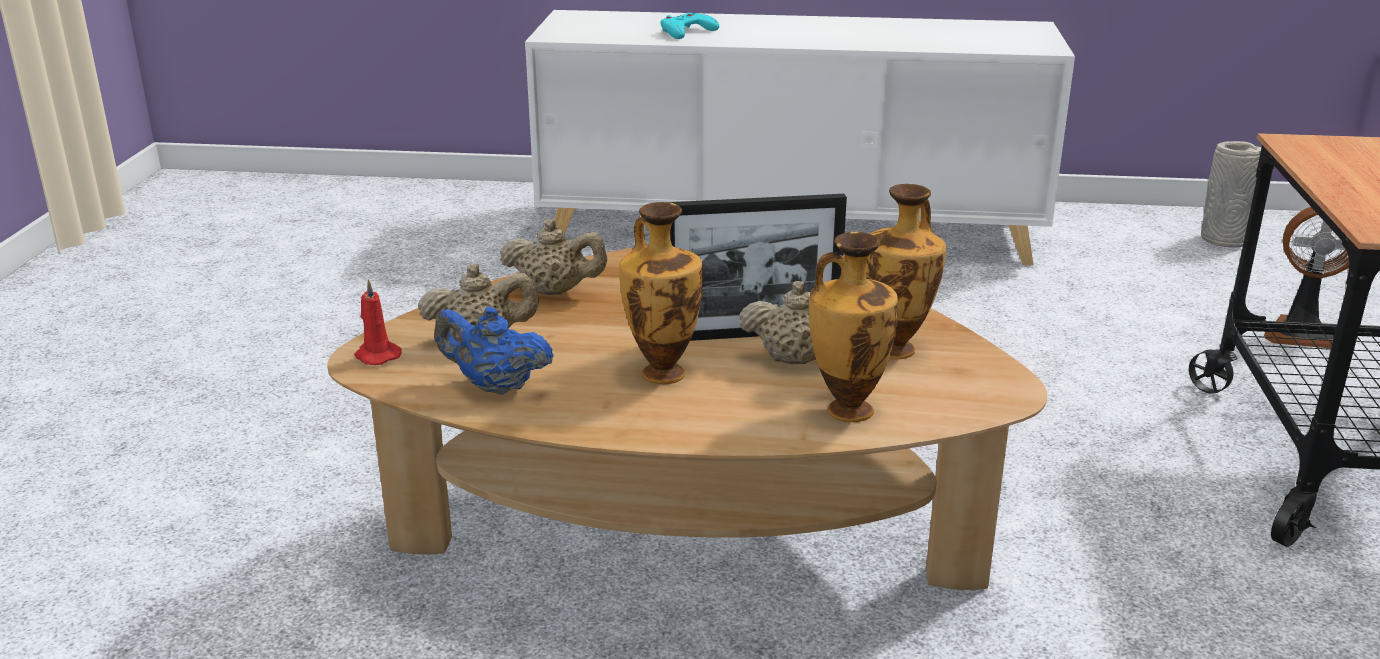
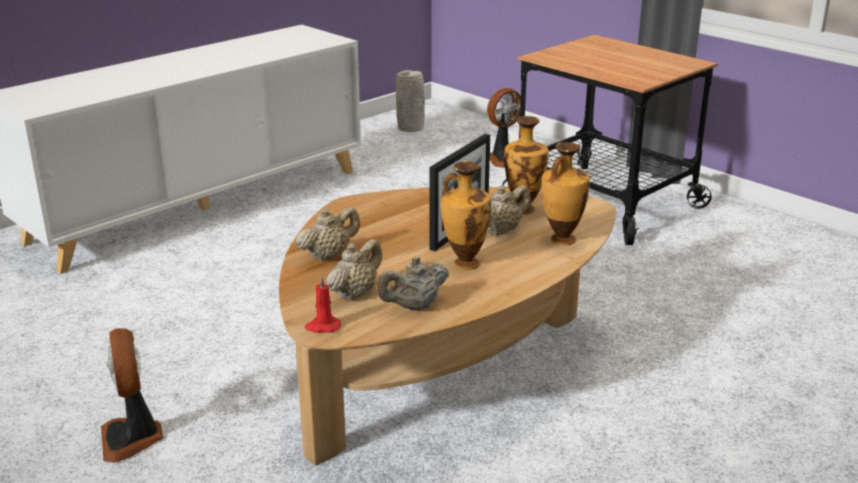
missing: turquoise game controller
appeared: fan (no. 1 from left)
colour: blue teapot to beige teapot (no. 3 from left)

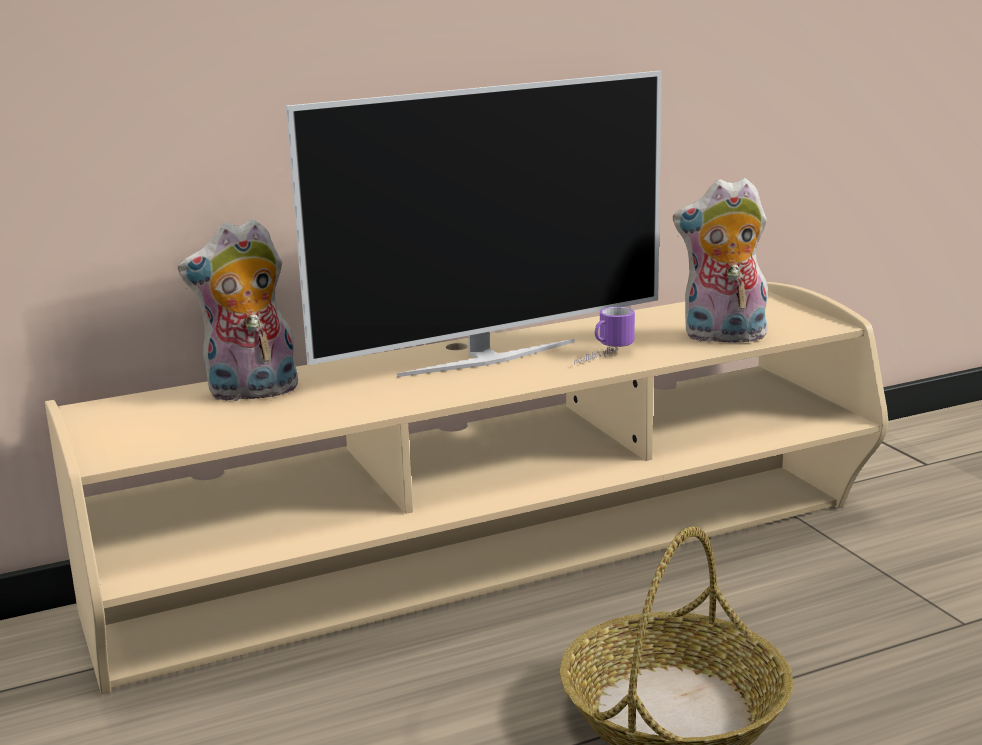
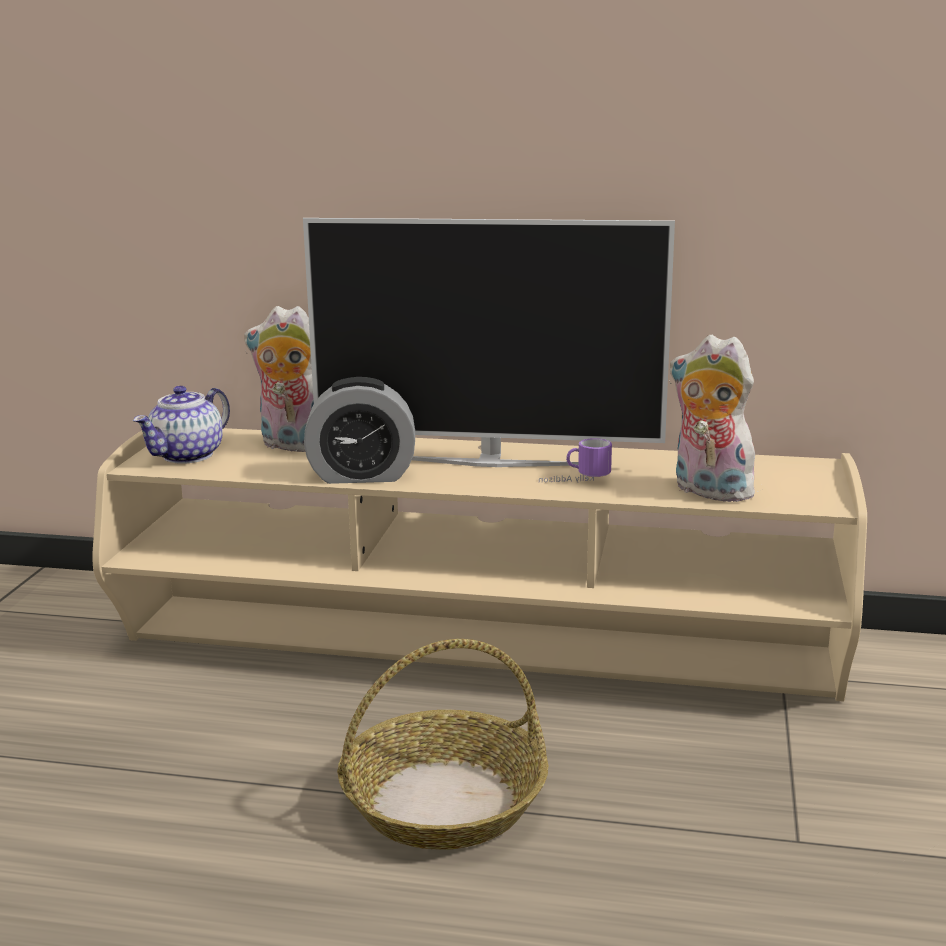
appeared: alarm clock; teapot

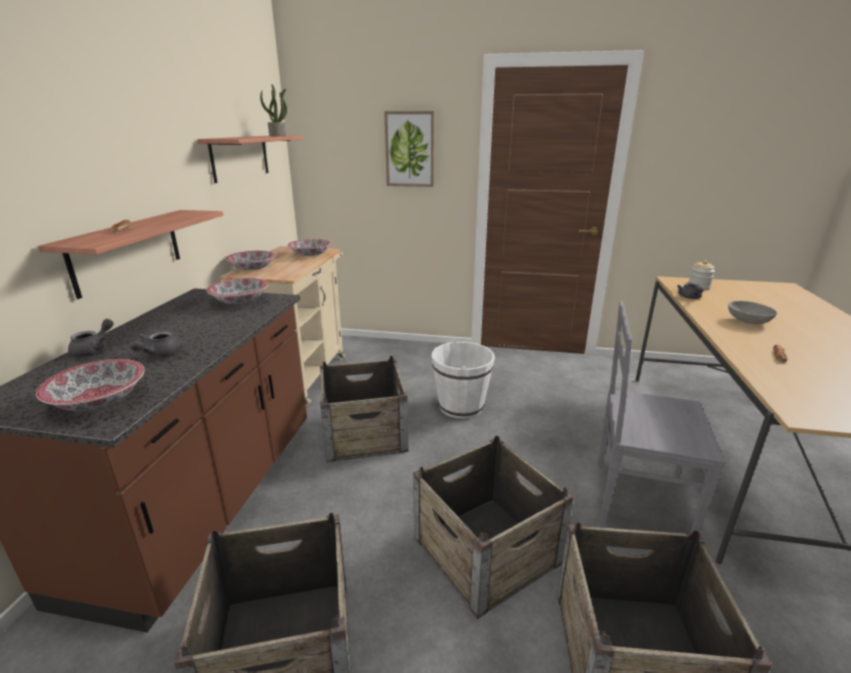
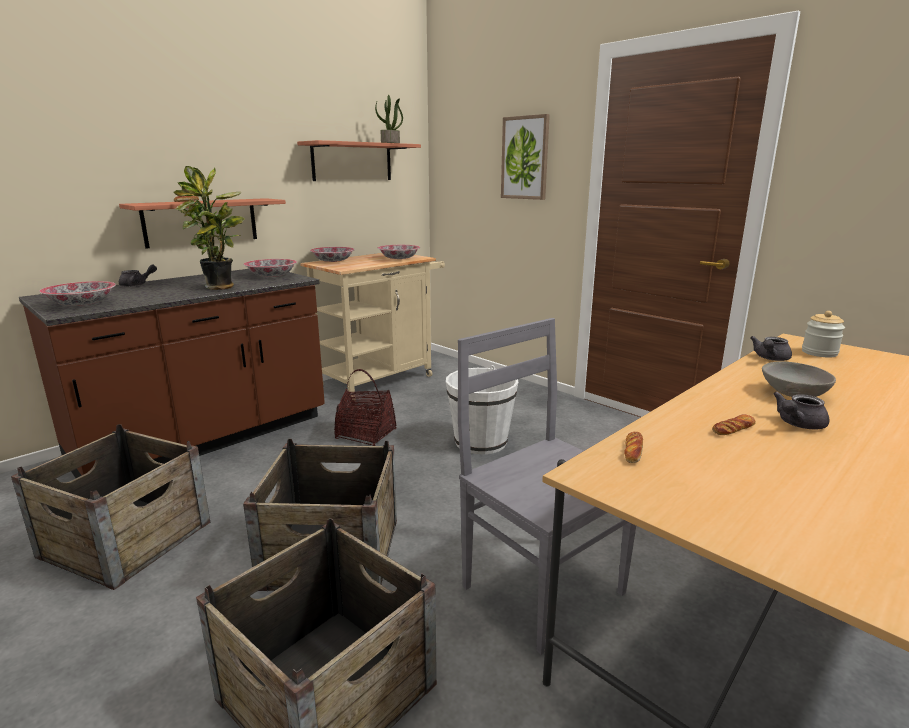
appeared: potted plant (no. 1 from left); bread (no. 2 from left)
relocated: grey teapot (no. 2 from left in the first image) to grey teapot (no. 3 from left)
exchanged: crate (no. 2 from left) to basket

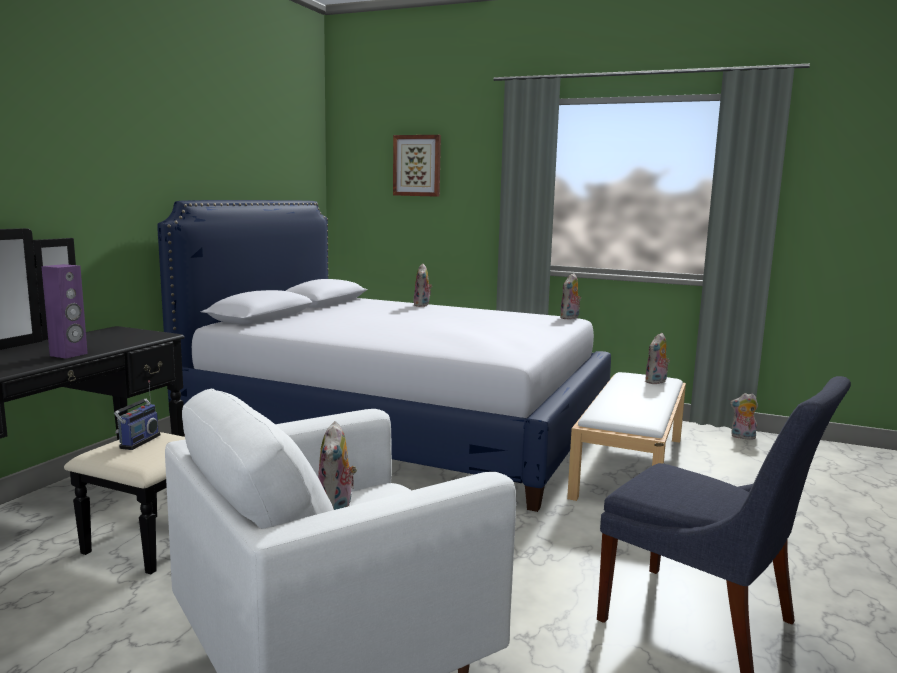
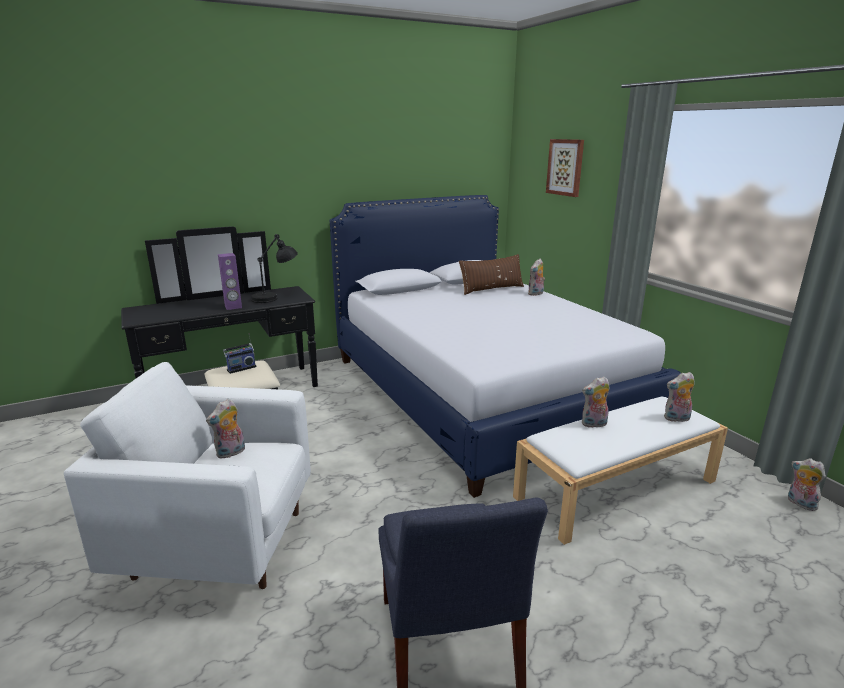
appeared: black table lamp; brown pillow
relocated: plush toy (no. 3 from left)

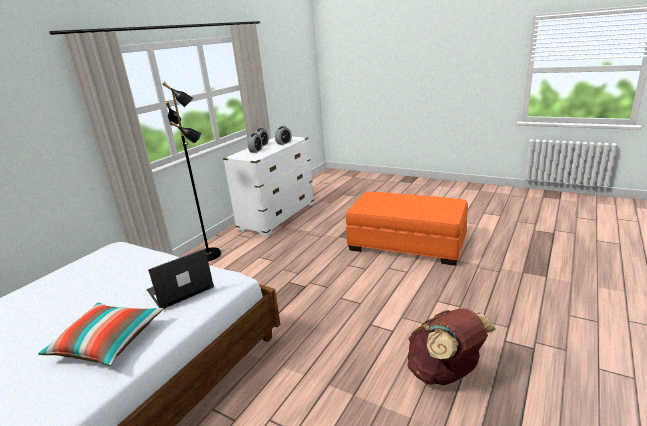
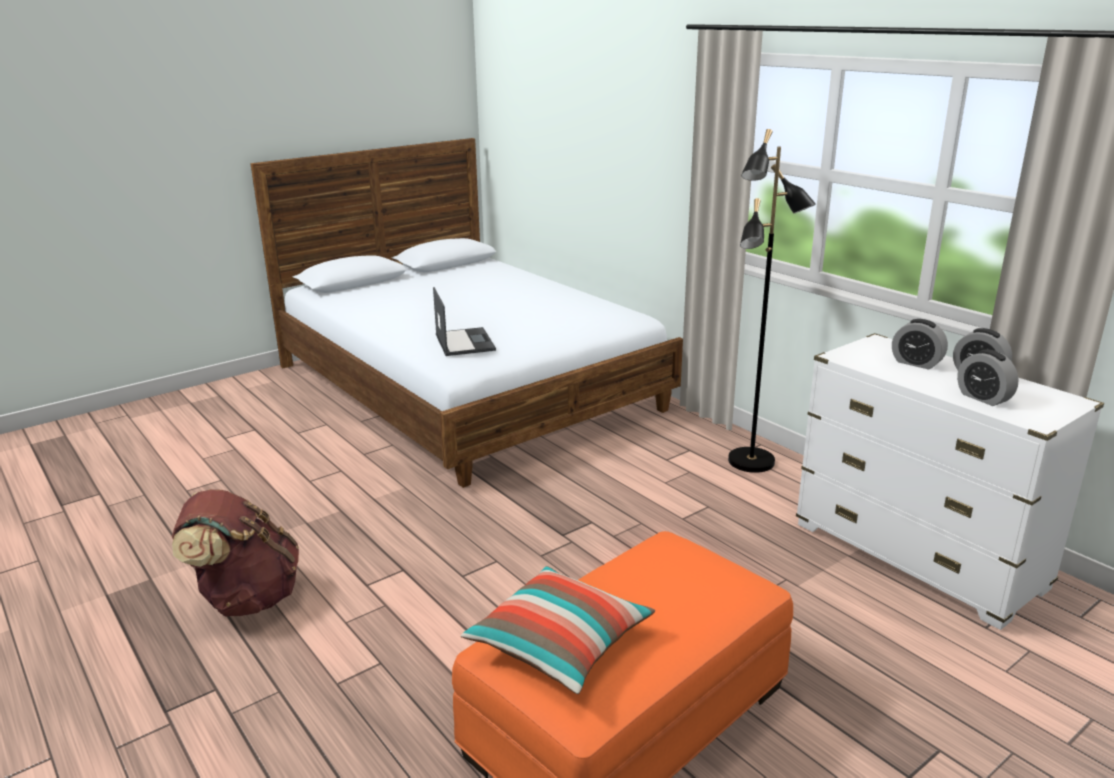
relocated: pillow

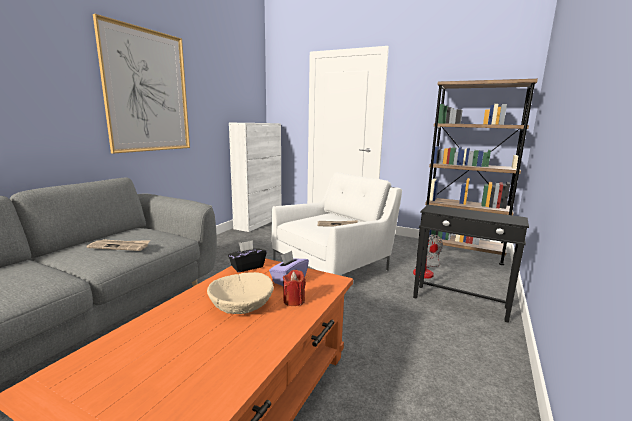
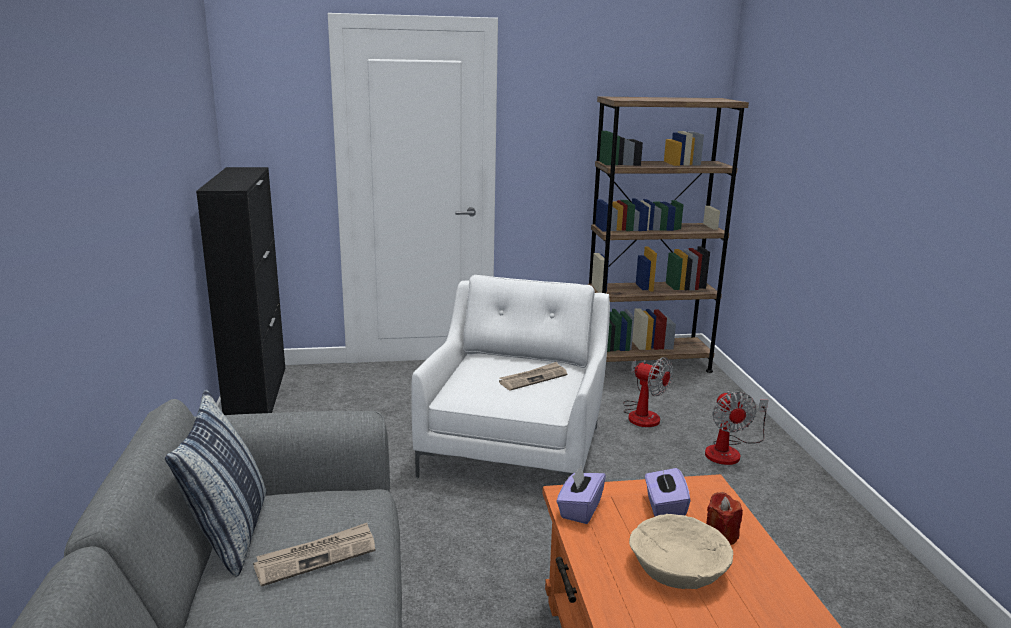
missing: picture
appeared: pillow
exchanged: black side table to fan (no. 2 from left)
colour: white cabinet to black cabinet; black tissue box to purple tissue box (no. 1 from left)

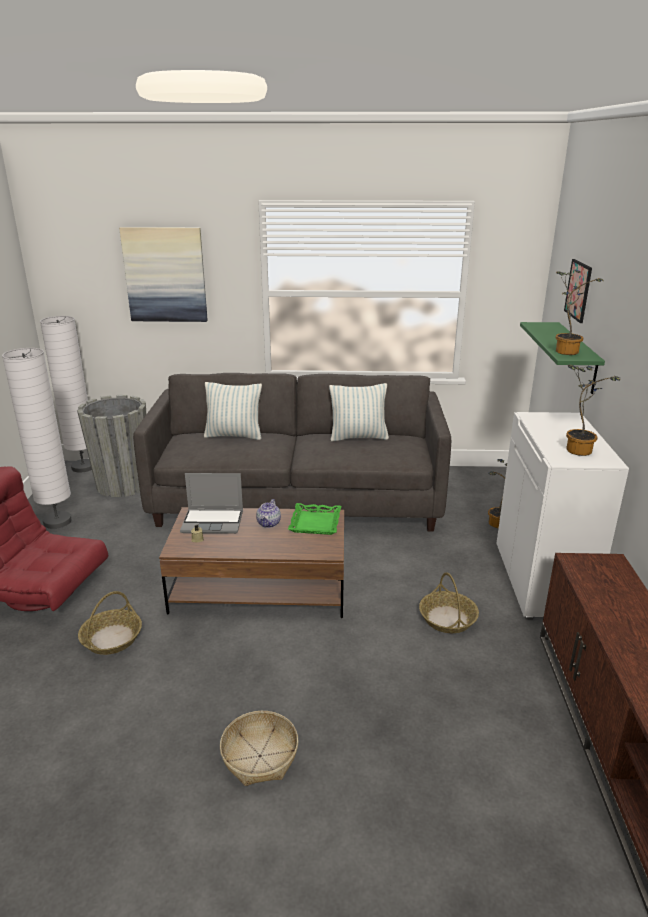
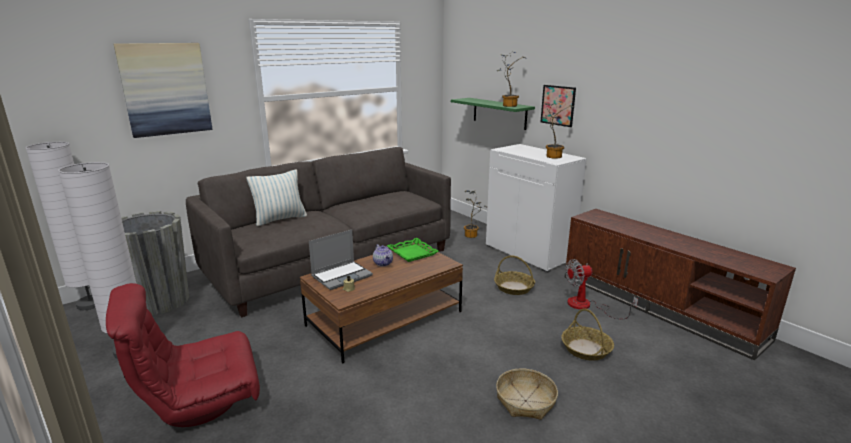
missing: pillow (no. 2 from left)
appeared: fan
relocated: picture (no. 2 from left); basket (no. 1 from left in the first image) to basket (no. 3 from left)

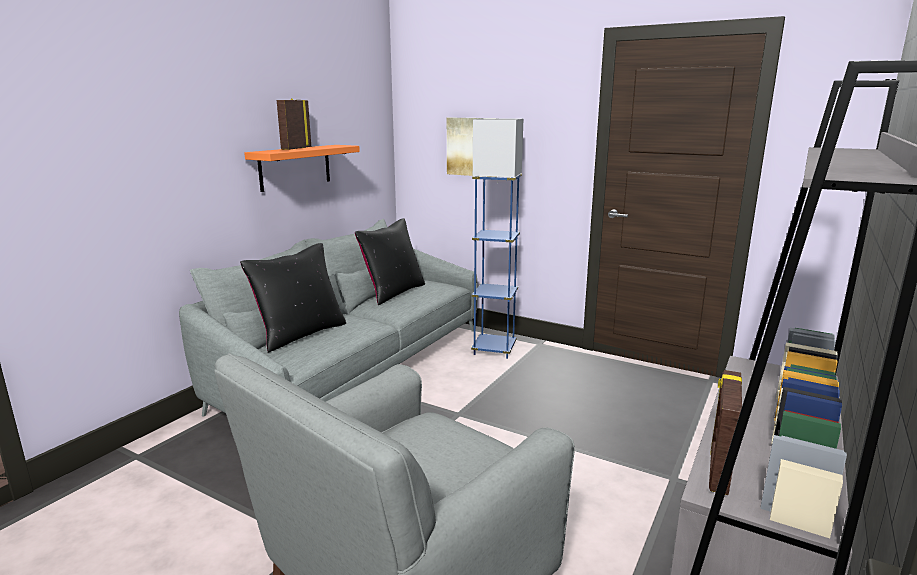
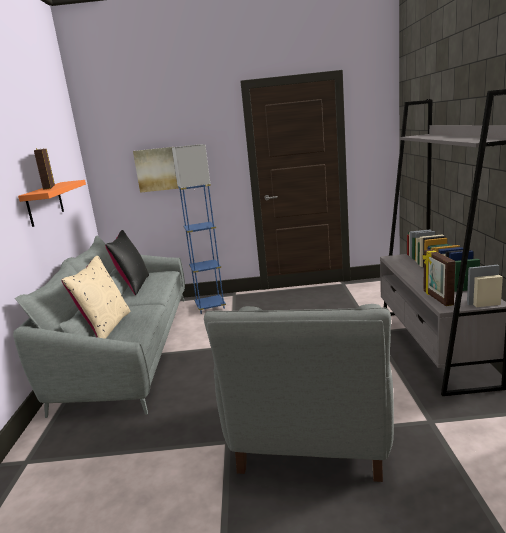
colour: black pillow (no. 1 from left) to beige pillow

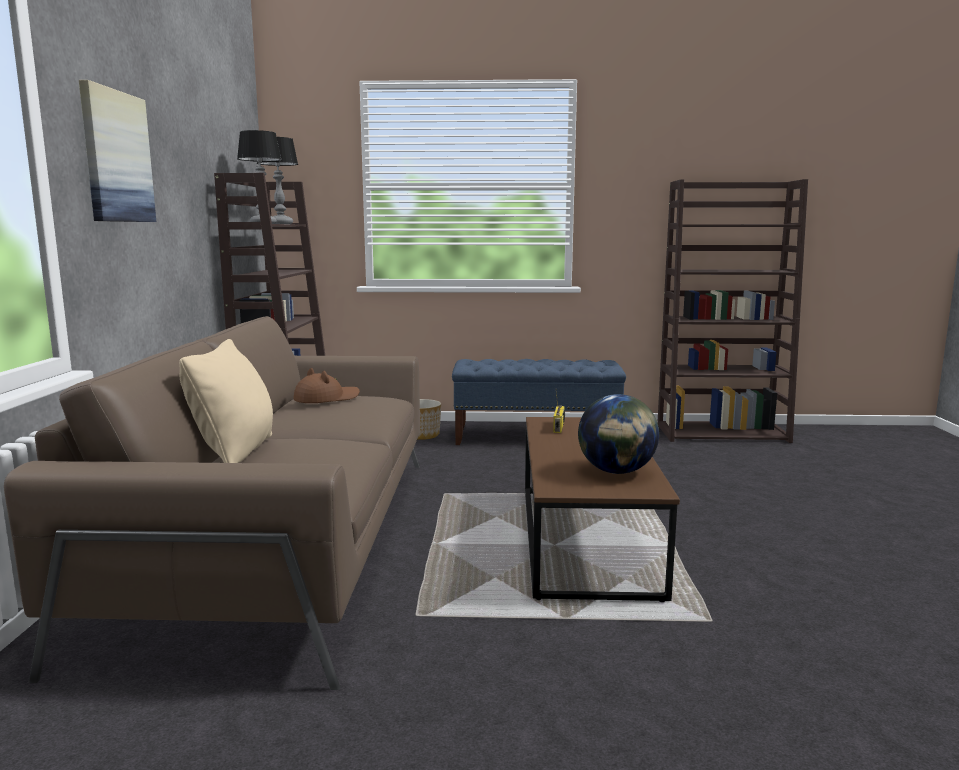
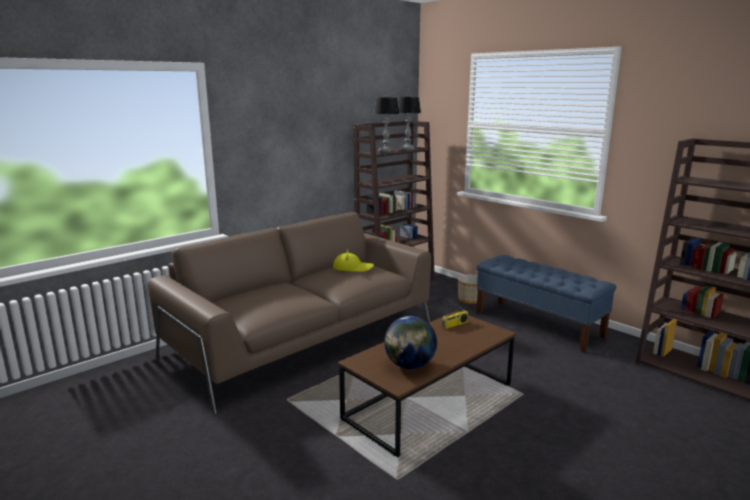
missing: picture; beige pillow
colour: brown hat to yellow hat

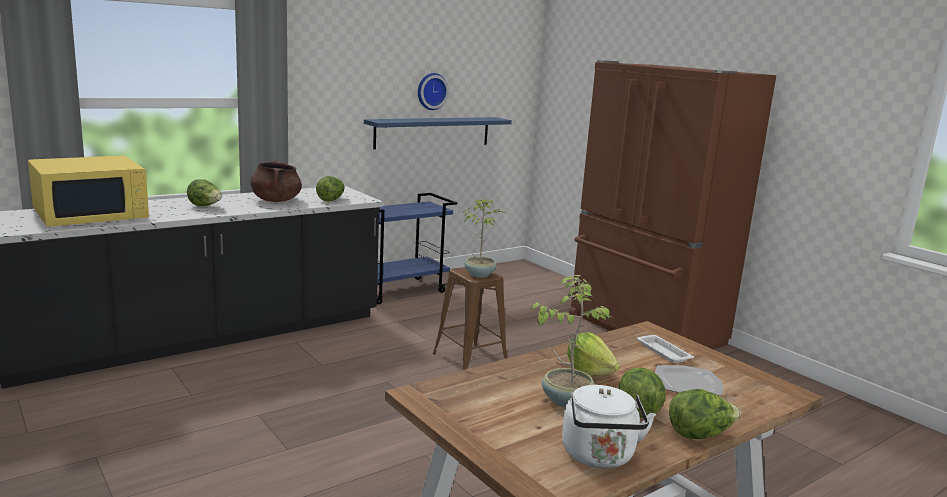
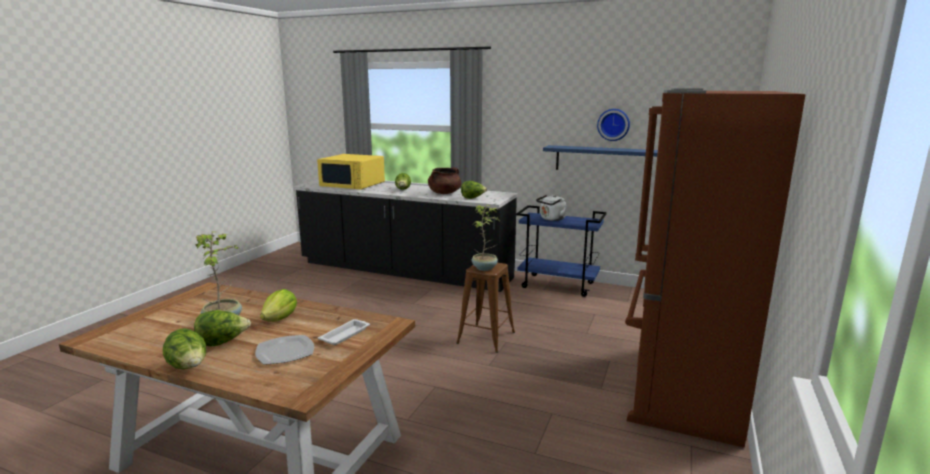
relocated: white kettle

